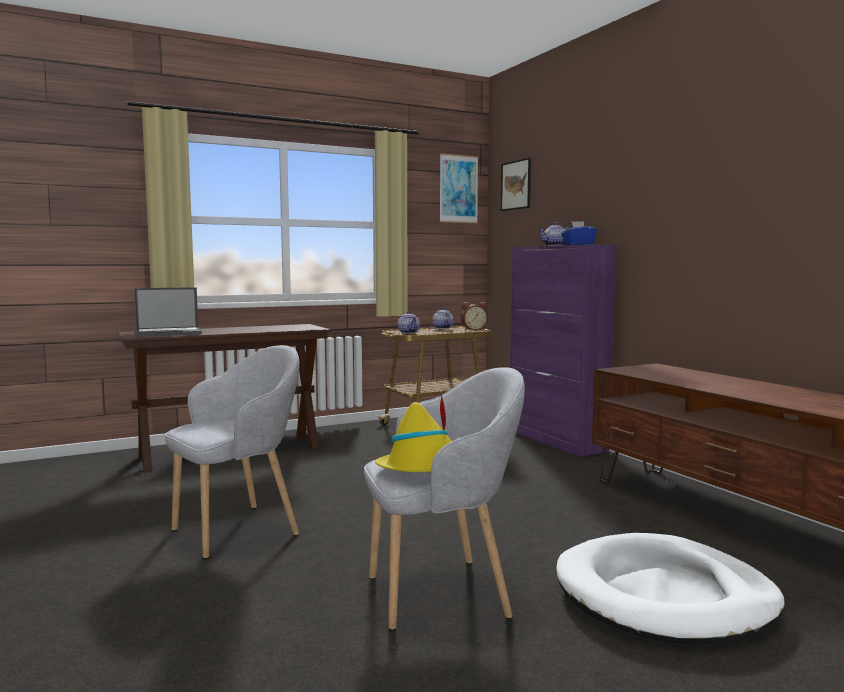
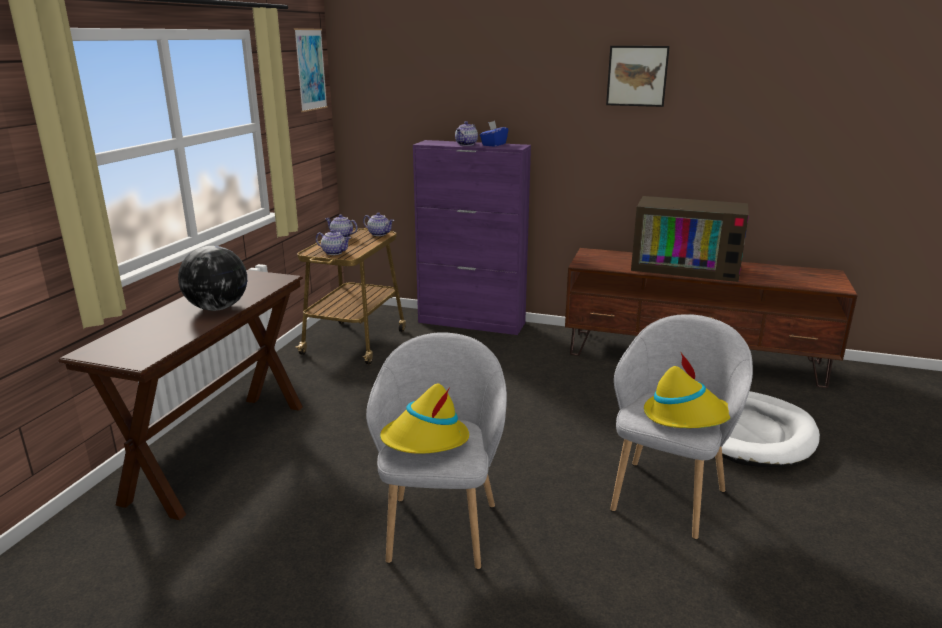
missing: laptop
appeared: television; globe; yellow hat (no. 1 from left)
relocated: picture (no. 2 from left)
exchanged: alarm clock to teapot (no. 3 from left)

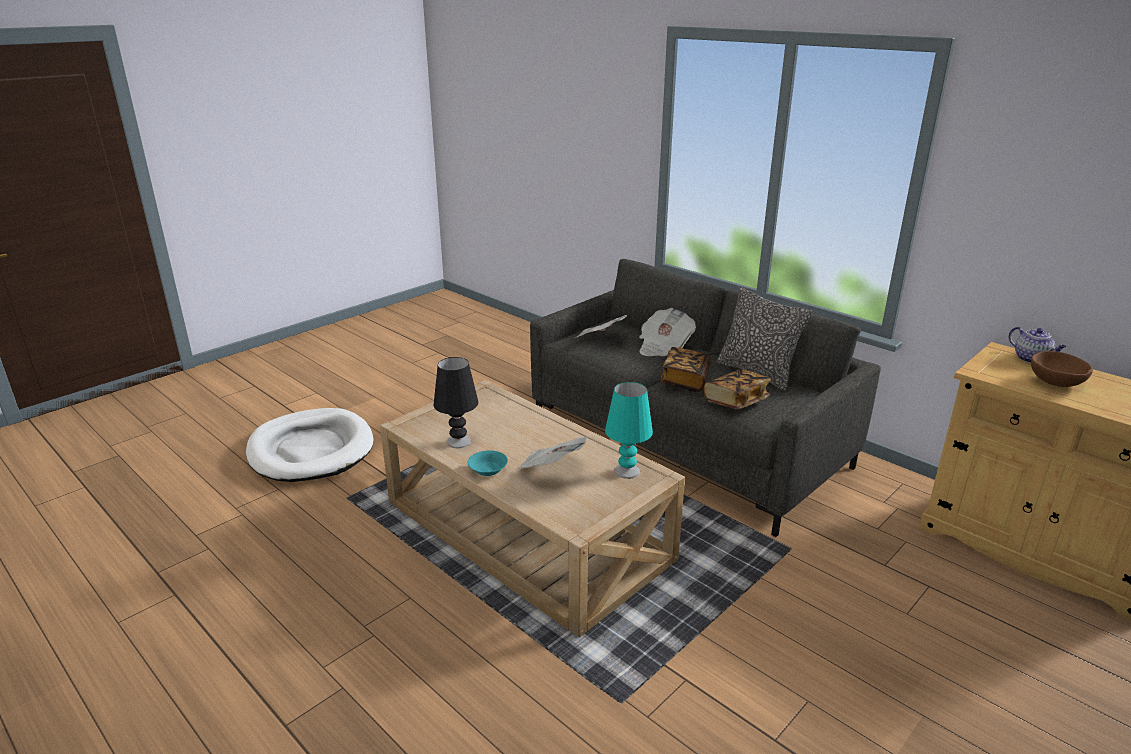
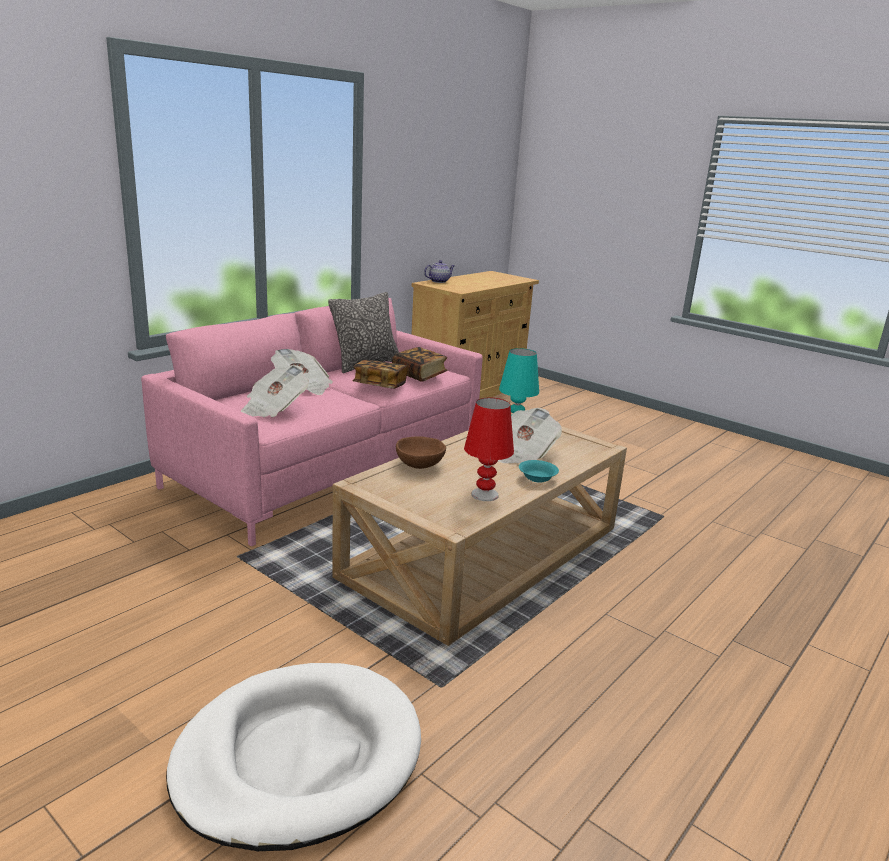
relocated: brown bowl
colour: grey sofa to pink sofa; black table lamp to red table lamp

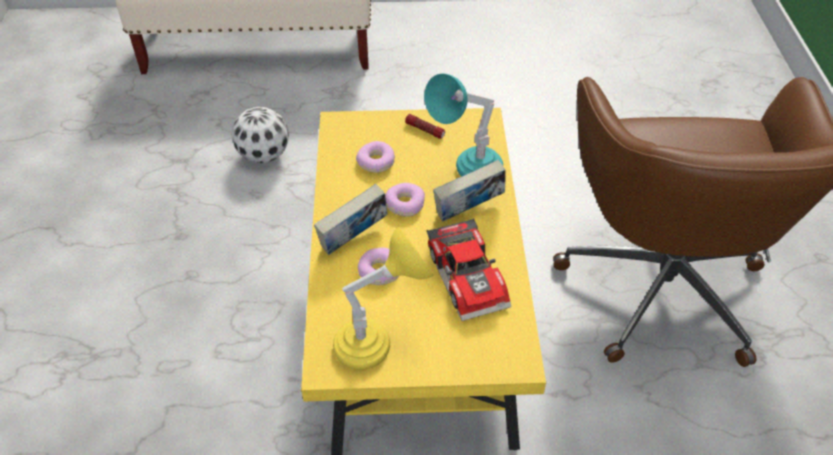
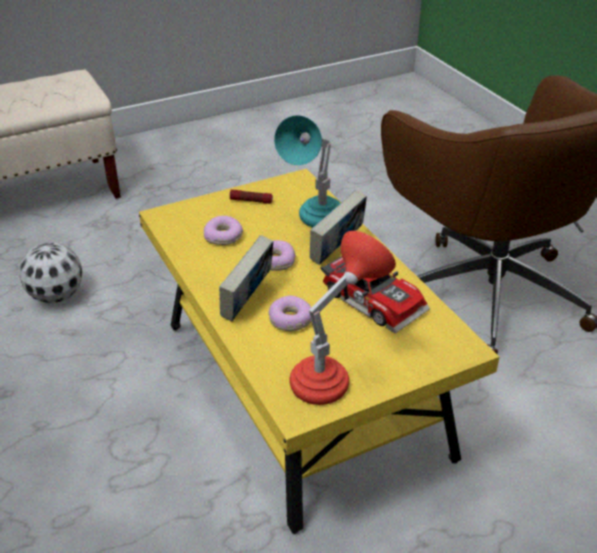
colour: yellow table lamp to red table lamp

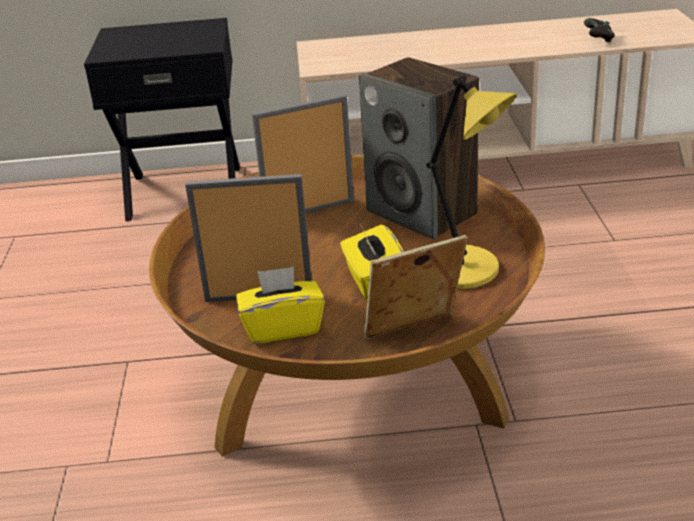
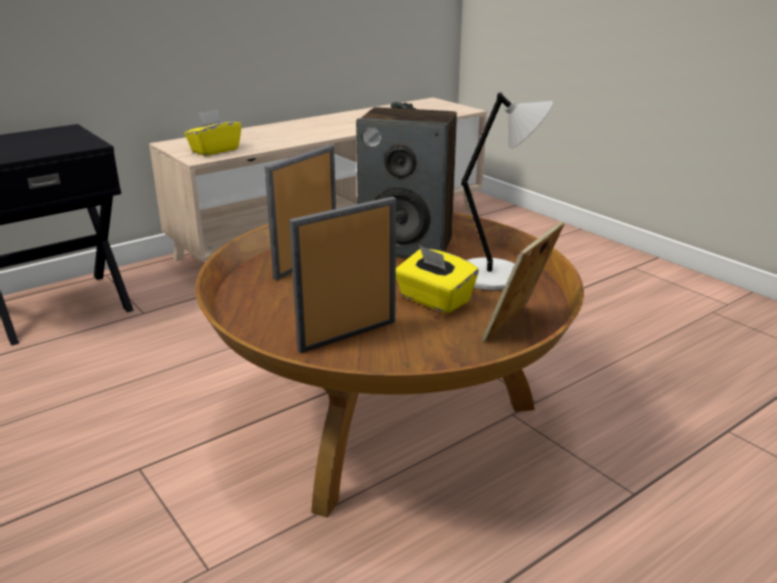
relocated: yellow tissue box (no. 1 from left)
colour: yellow table lamp to grey table lamp

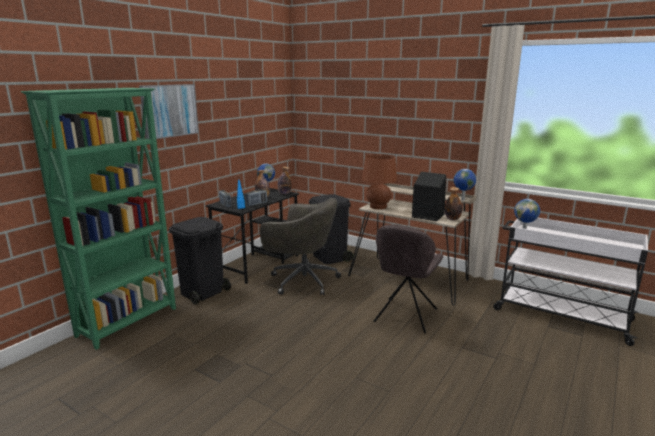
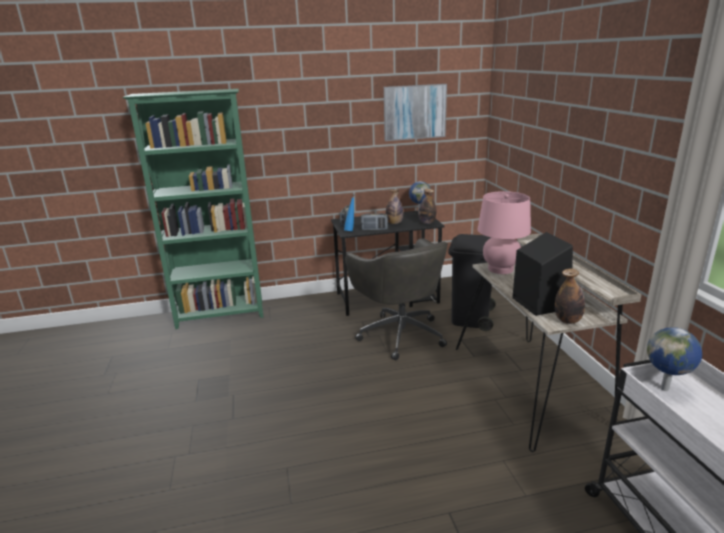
missing: globe (no. 2 from left); black trash can (no. 1 from left); grey chair
relocated: picture
colour: brown table lamp to pink table lamp

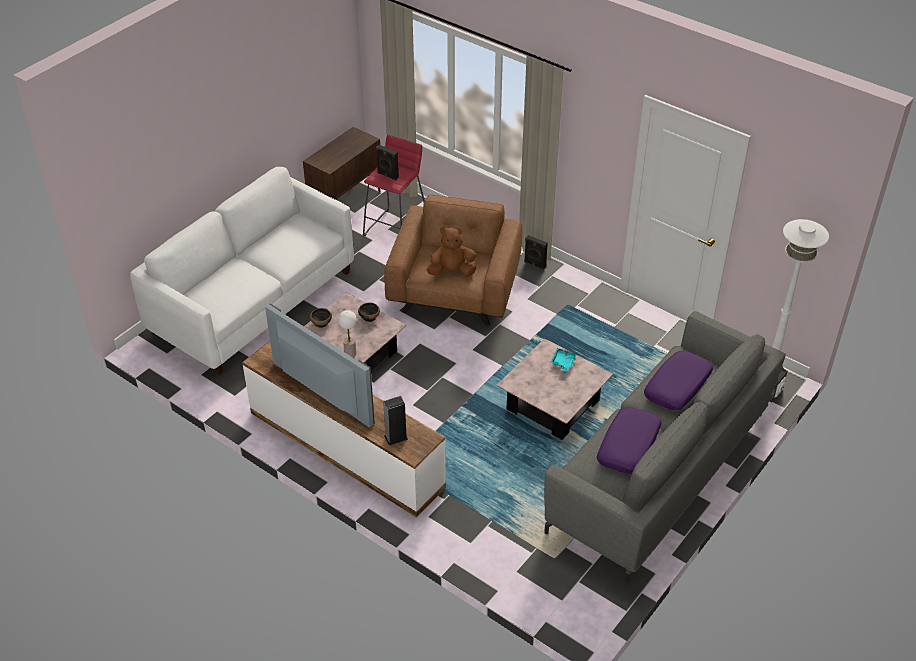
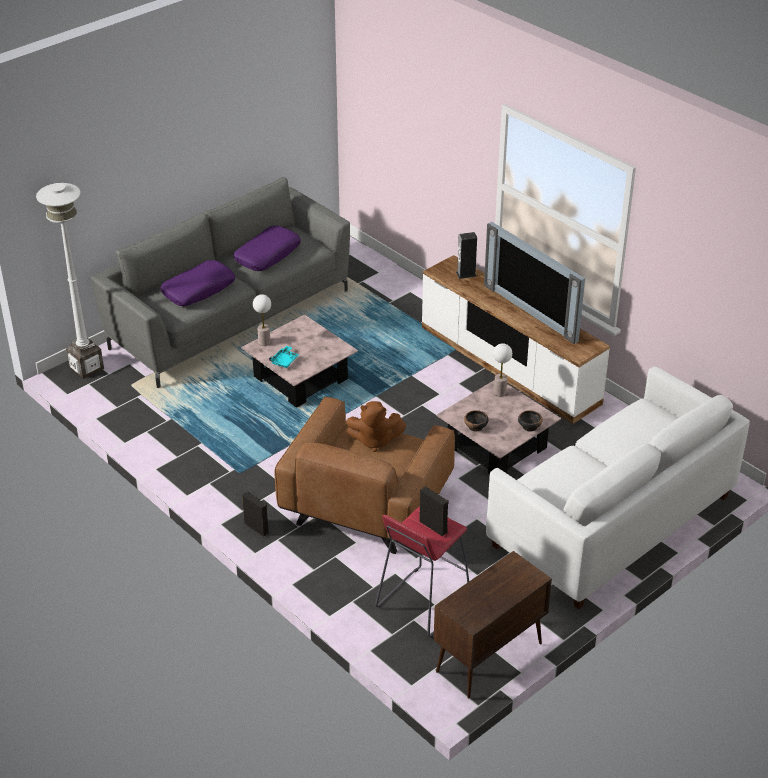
appeared: table lamp (no. 1 from left)

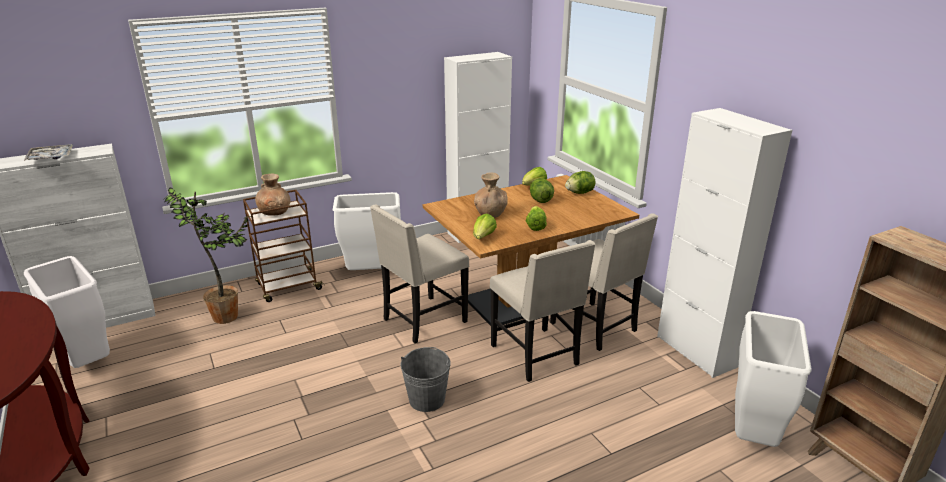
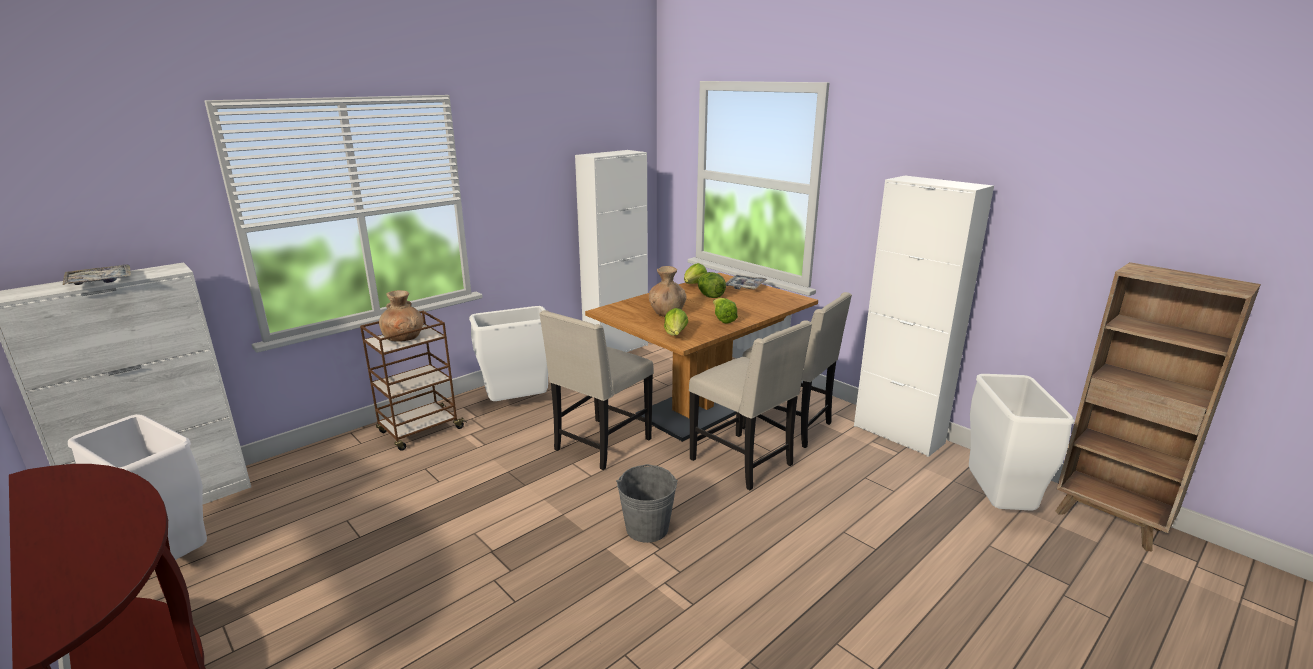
missing: potted plant
exchanged: lettuce (no. 5 from left) to tray (no. 2 from left)

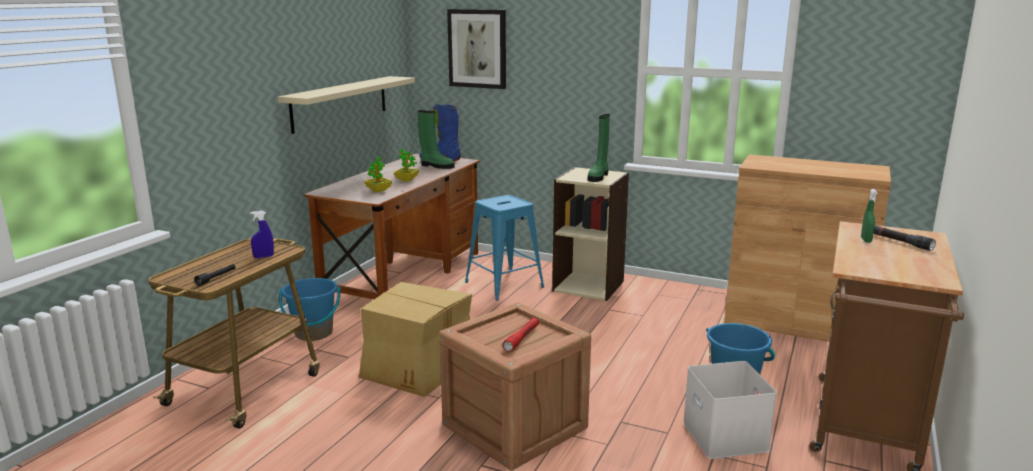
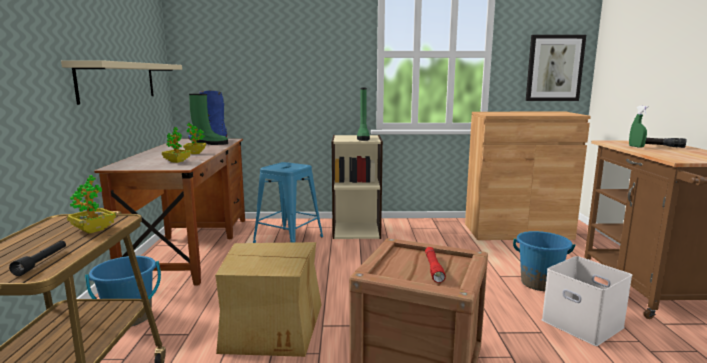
relocated: picture
exchanged: blue spray bottle to potted plant (no. 1 from left)

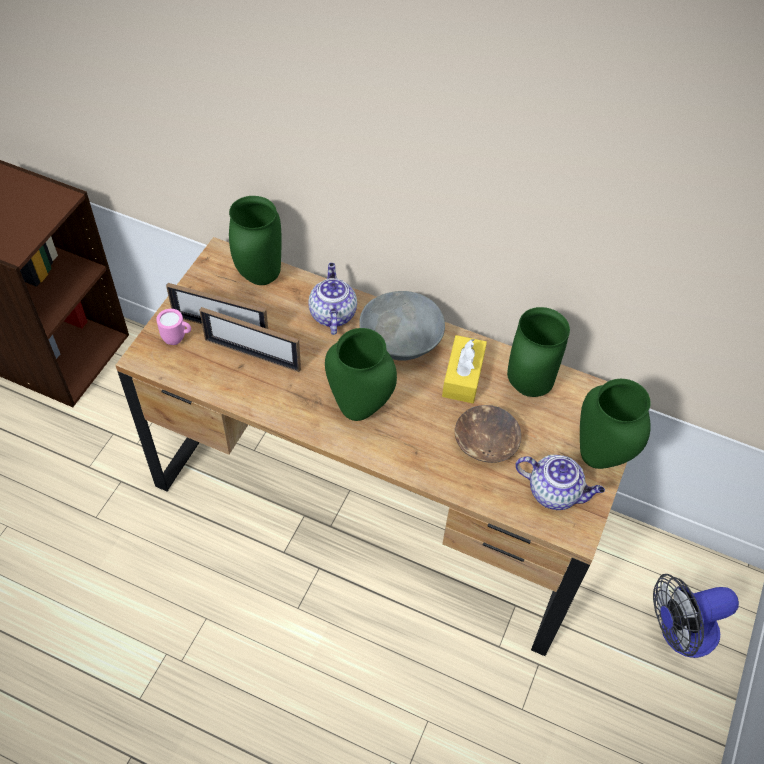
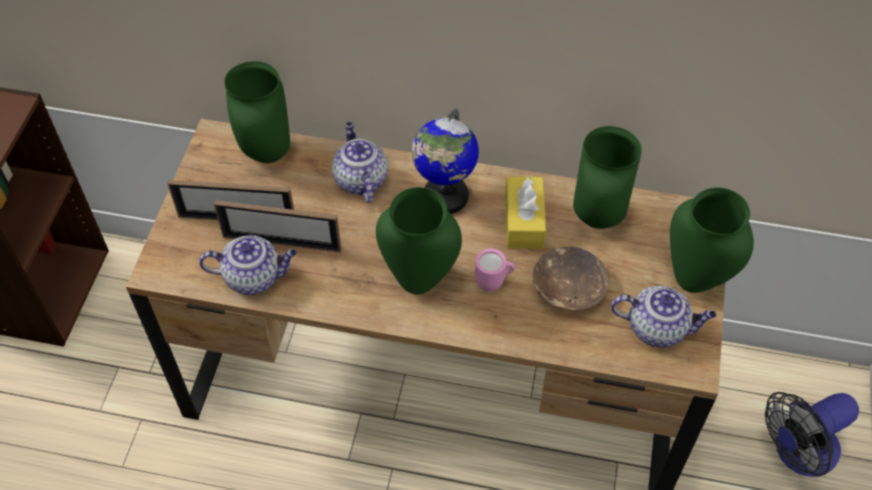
appeared: teapot (no. 1 from left)
relocated: pink mug
exchanged: grey bowl to globe

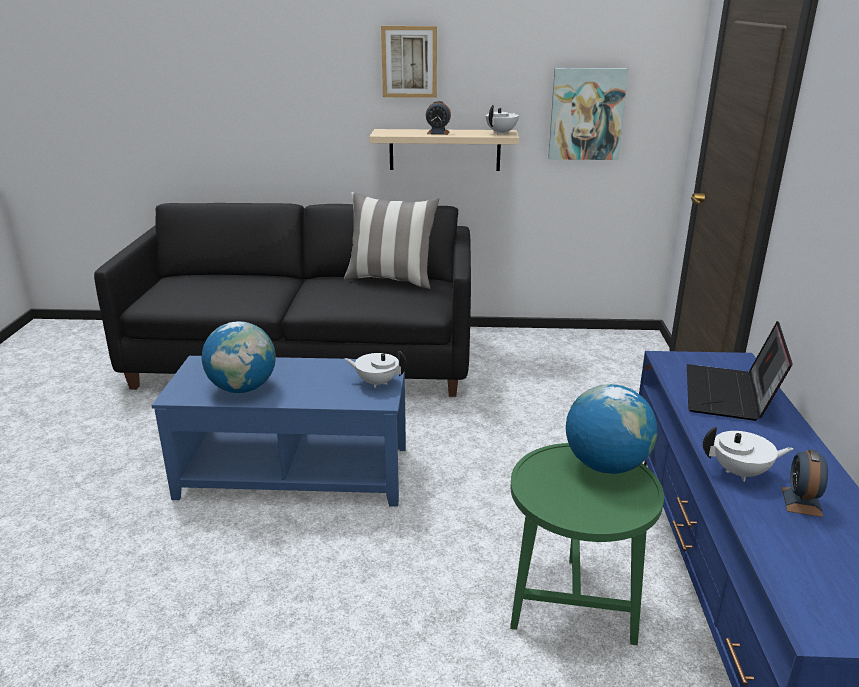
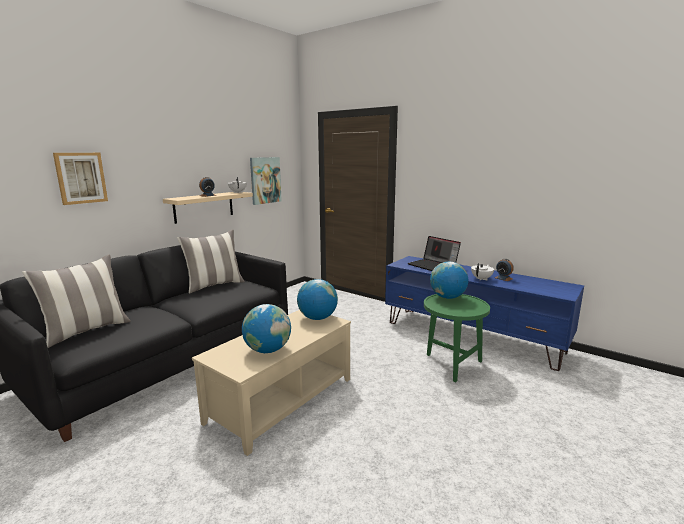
appeared: pillow (no. 1 from left)
relocated: picture (no. 1 from left)
exchanged: white teapot (no. 1 from left) to globe (no. 2 from left)
colour: blue coffee table to beige coffee table

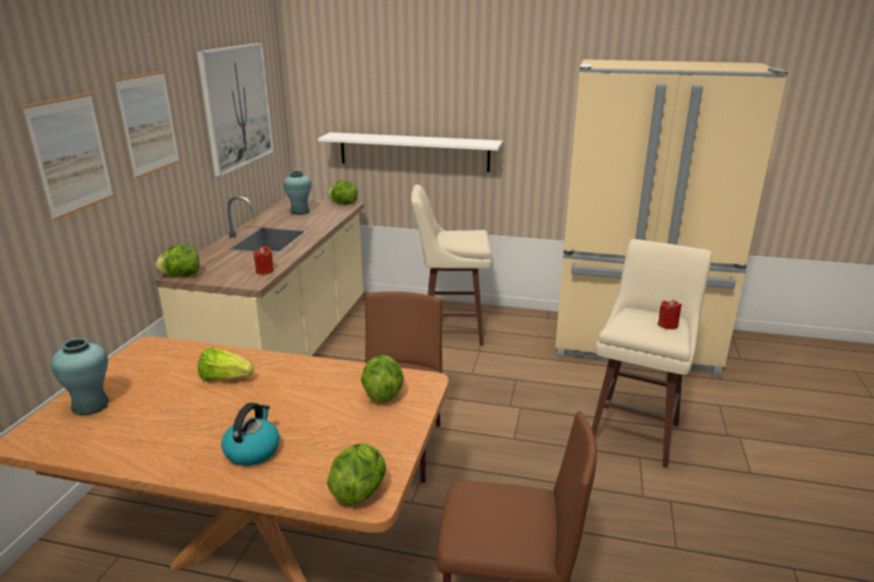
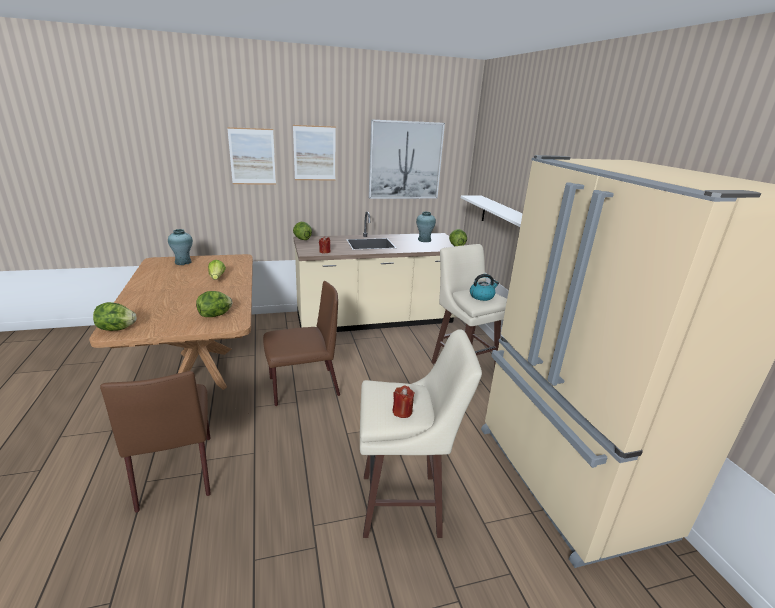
relocated: kettle

